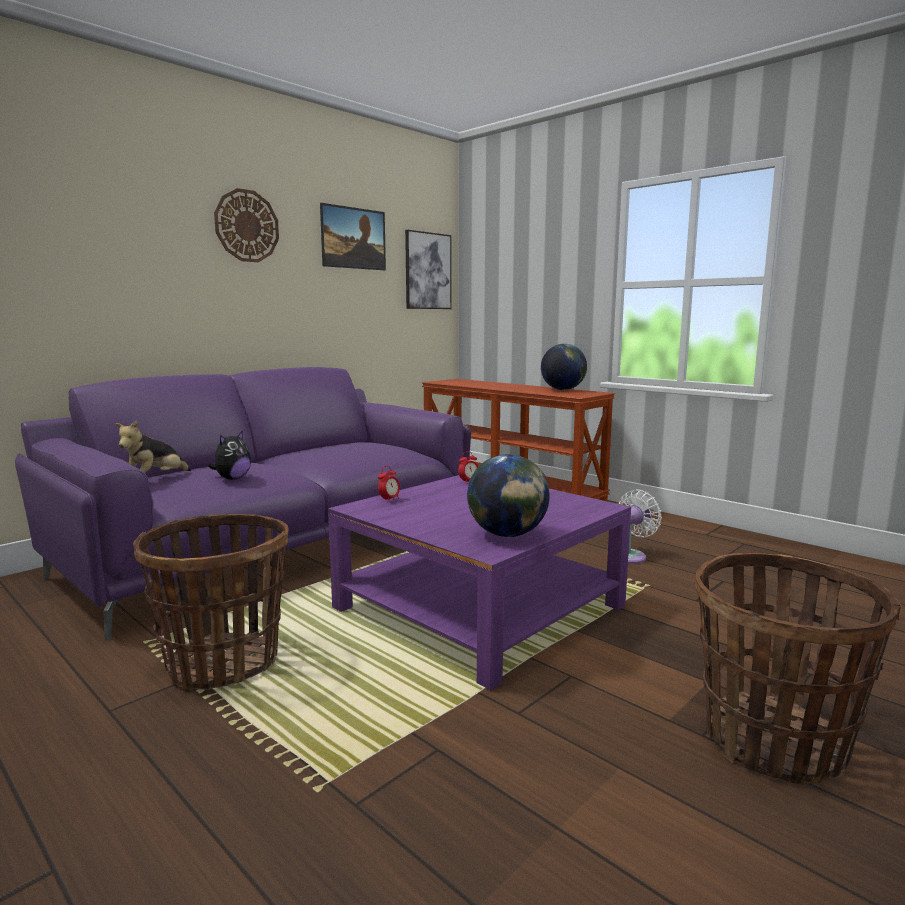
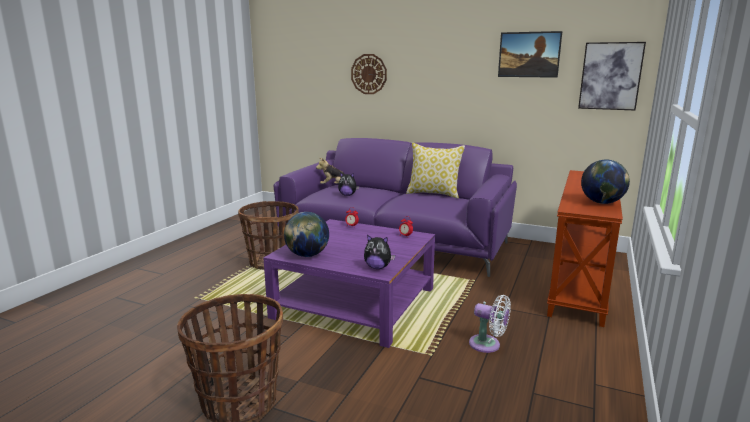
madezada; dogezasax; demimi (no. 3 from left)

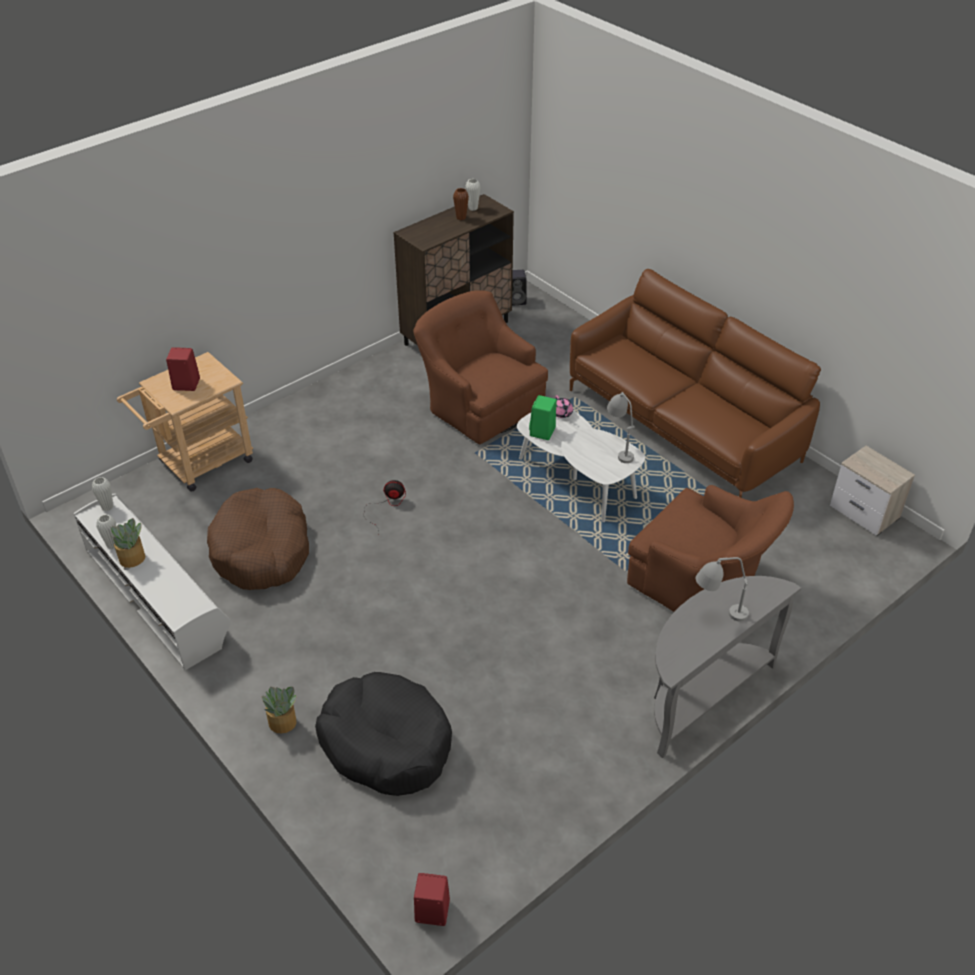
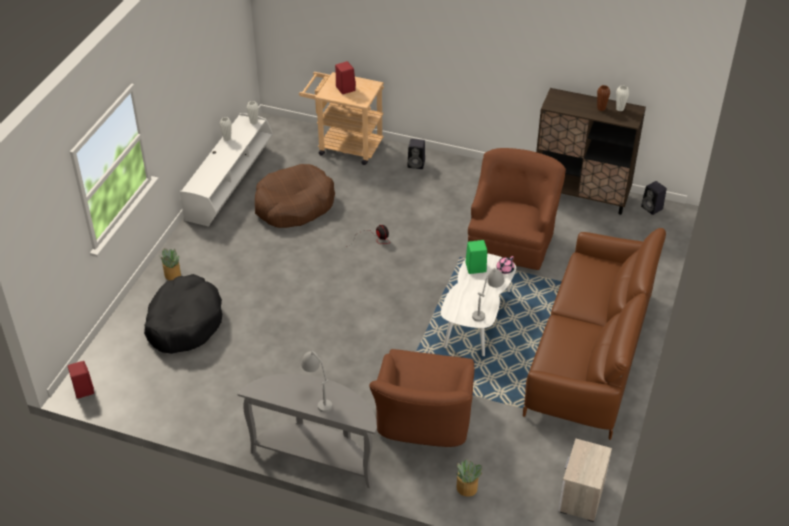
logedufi (no. 2 from left); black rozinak (no. 1 from left)

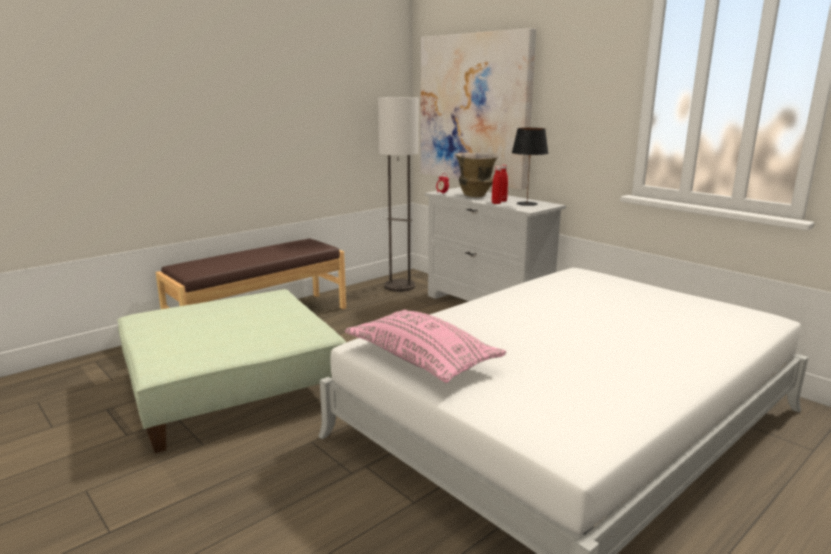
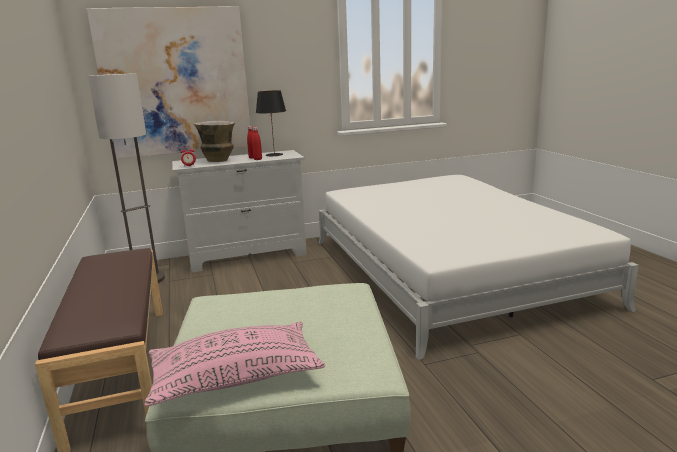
pink dogezasax

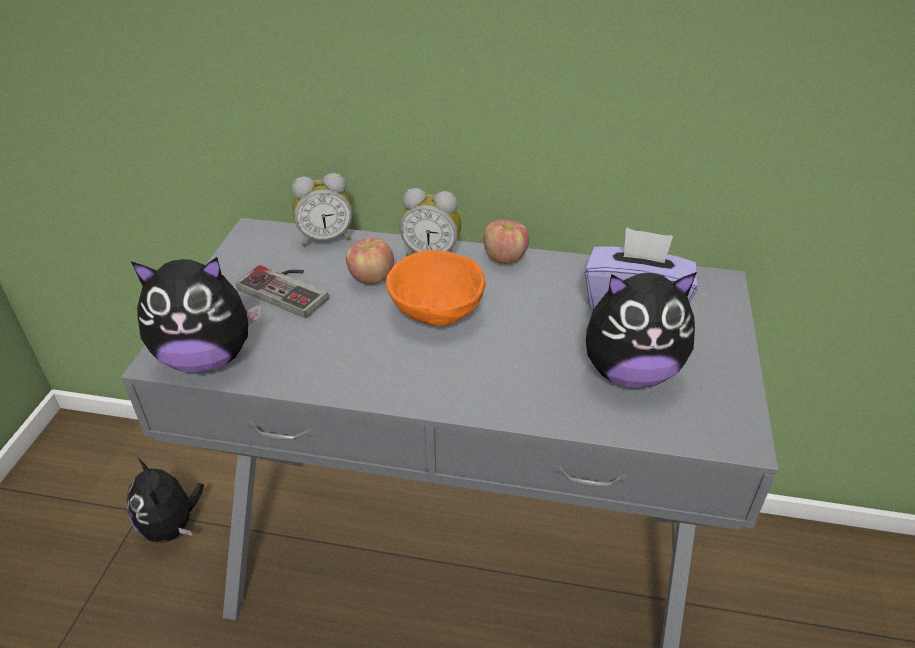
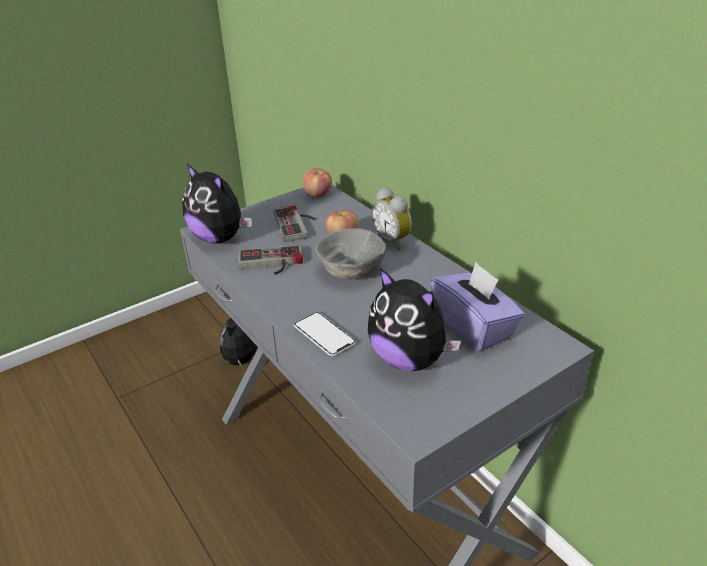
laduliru (no. 1 from left in the first image); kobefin (no. 1 from left); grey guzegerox; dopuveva (no. 1 from left); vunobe

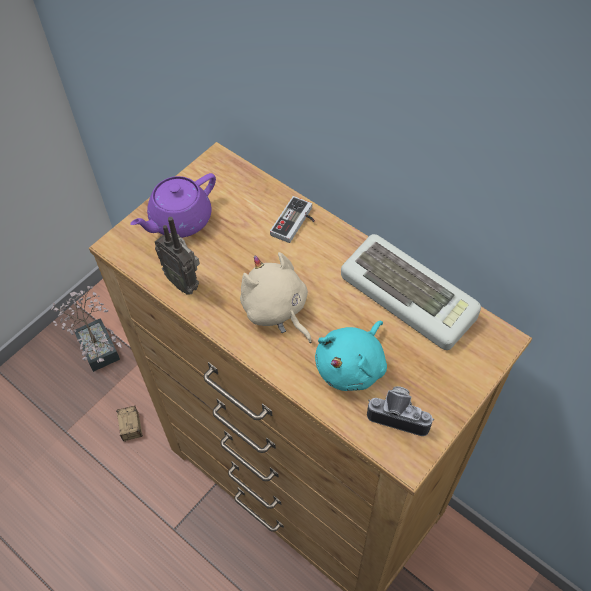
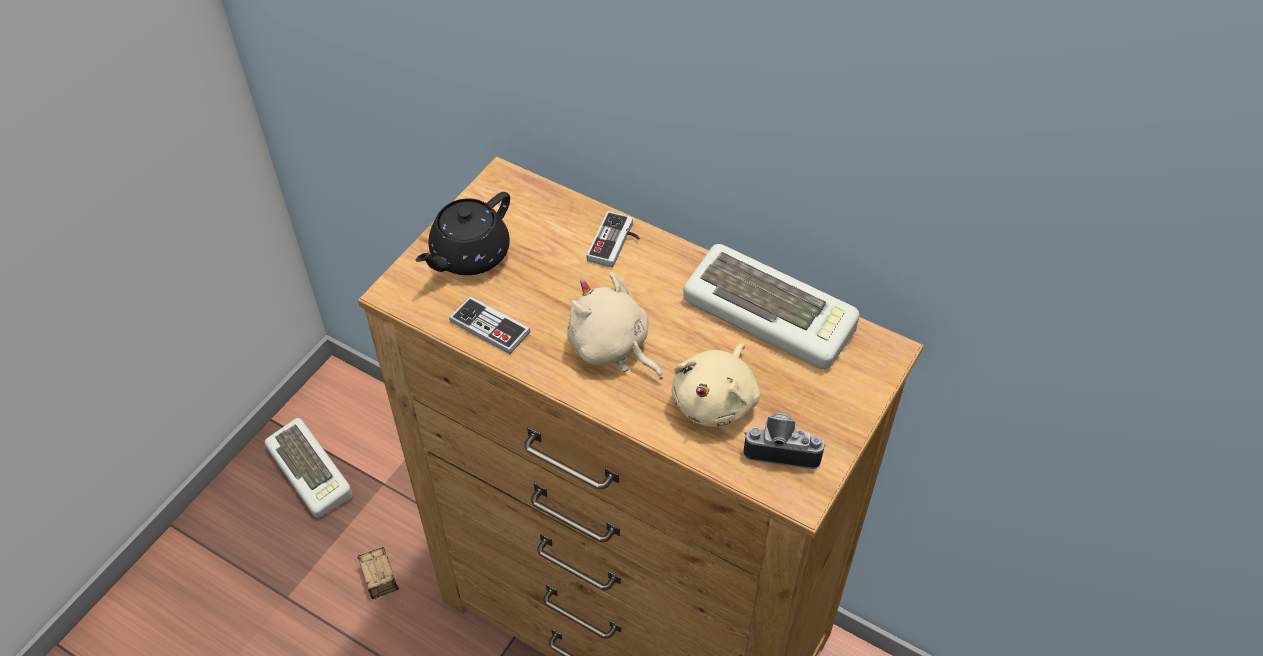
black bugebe; dopuveva (no. 1 from left); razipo (no. 1 from left); beige demimi (no. 2 from left)

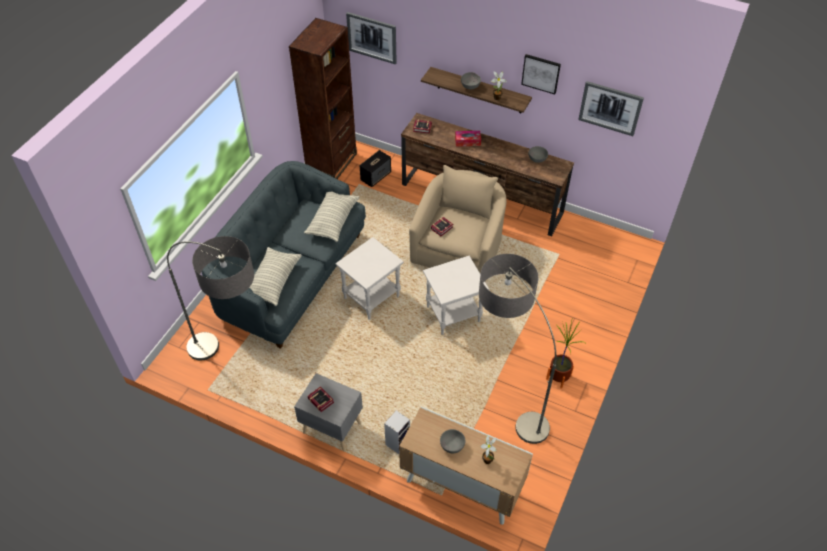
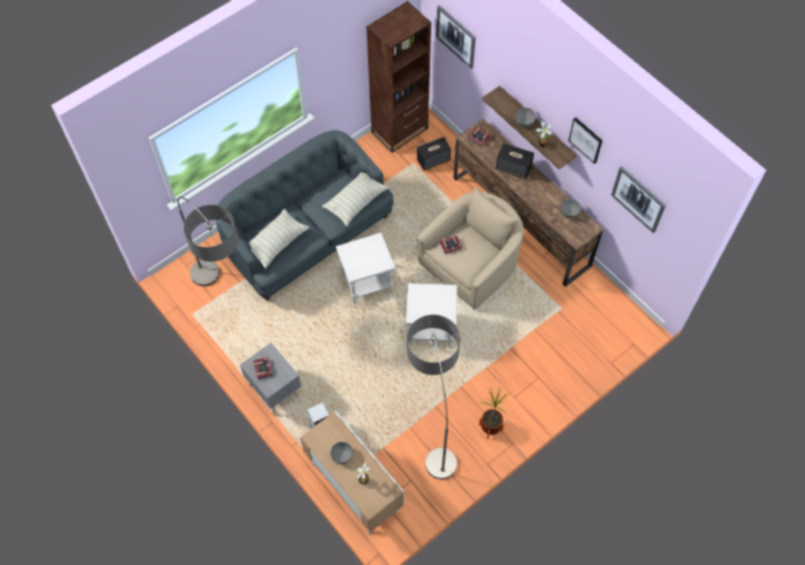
rozinak (no. 3 from left)

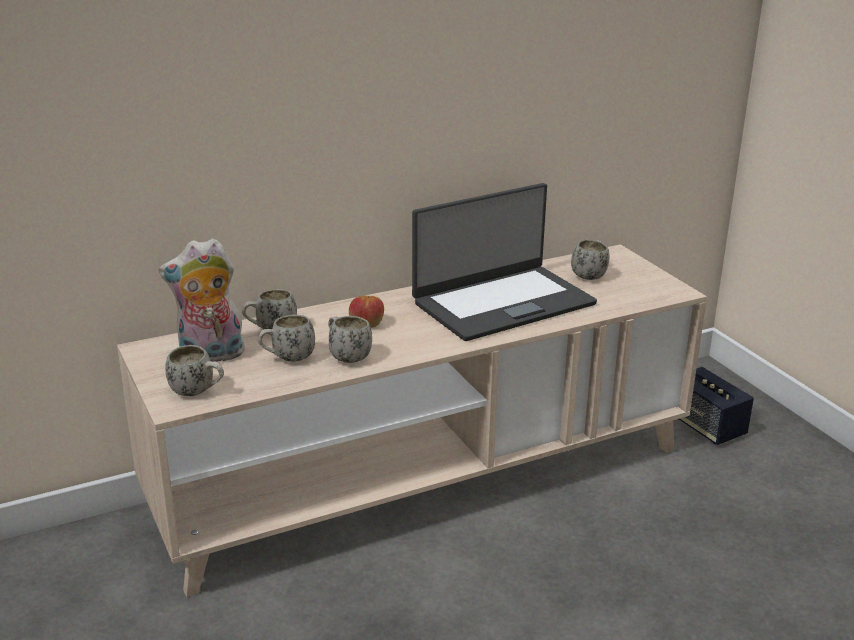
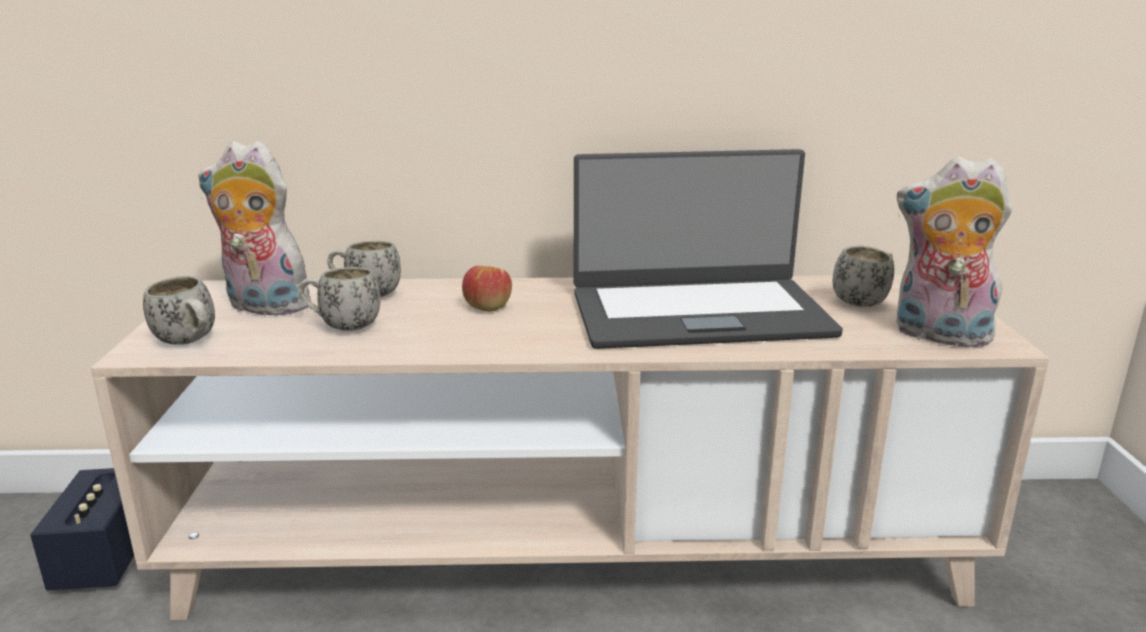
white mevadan (no. 4 from left in the first image); rozinak; demimi (no. 2 from left)

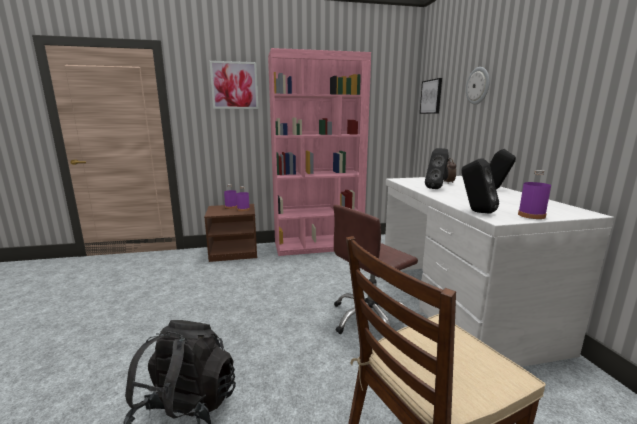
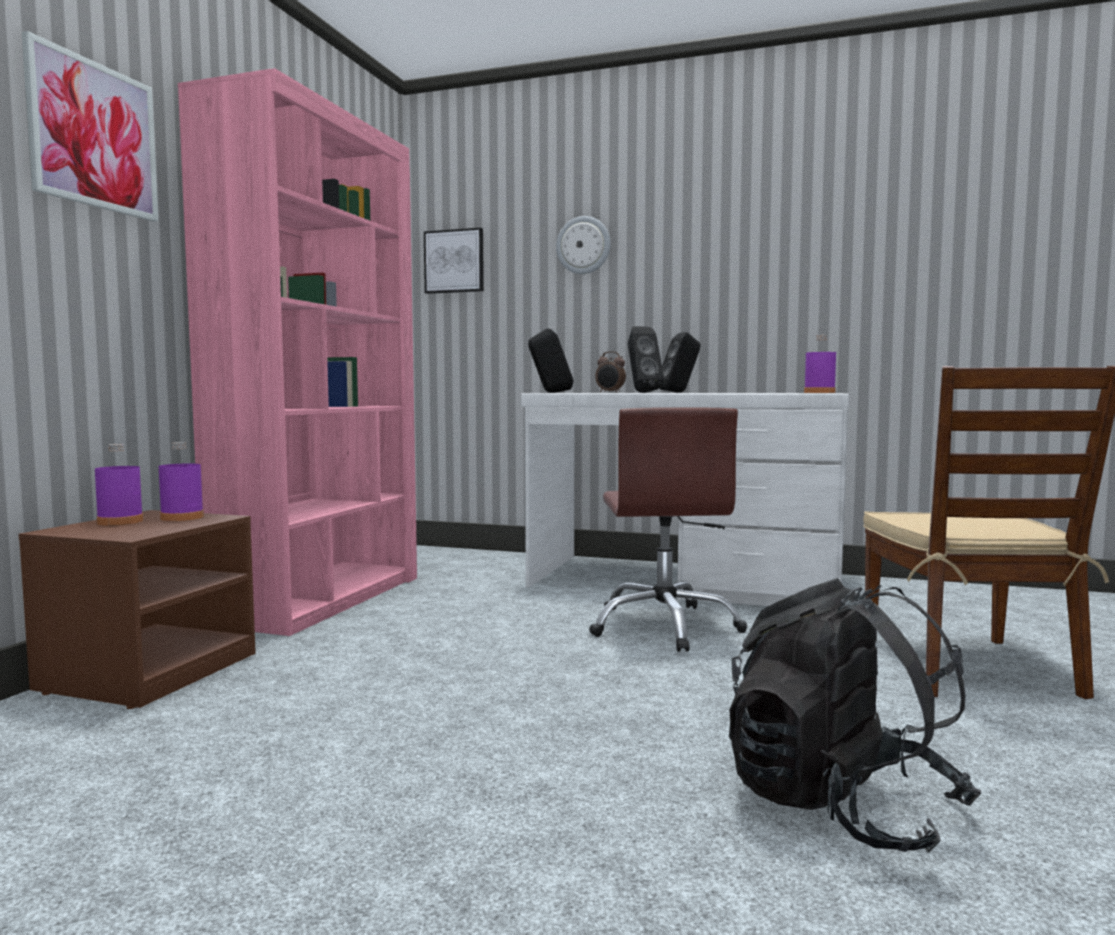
black rozinak (no. 1 from left)

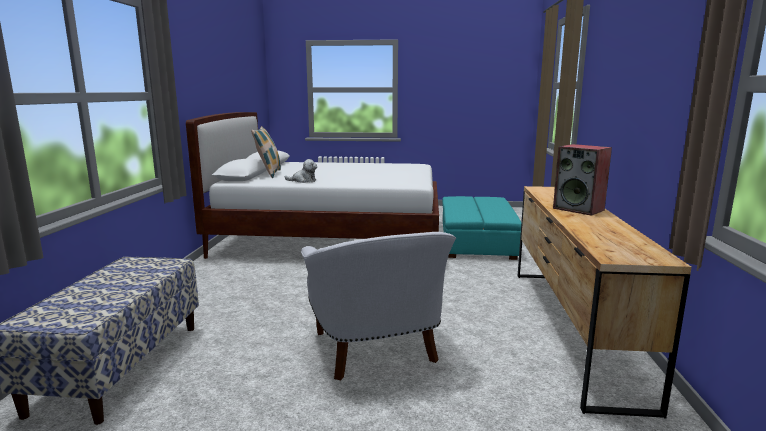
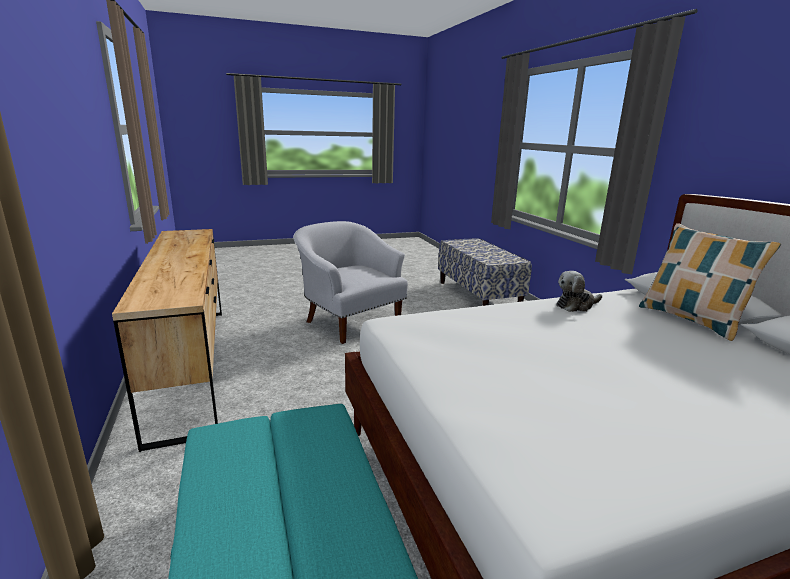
rozinak

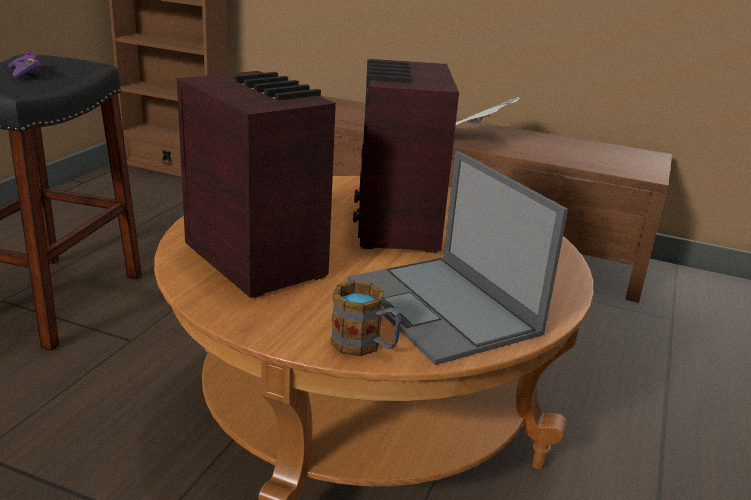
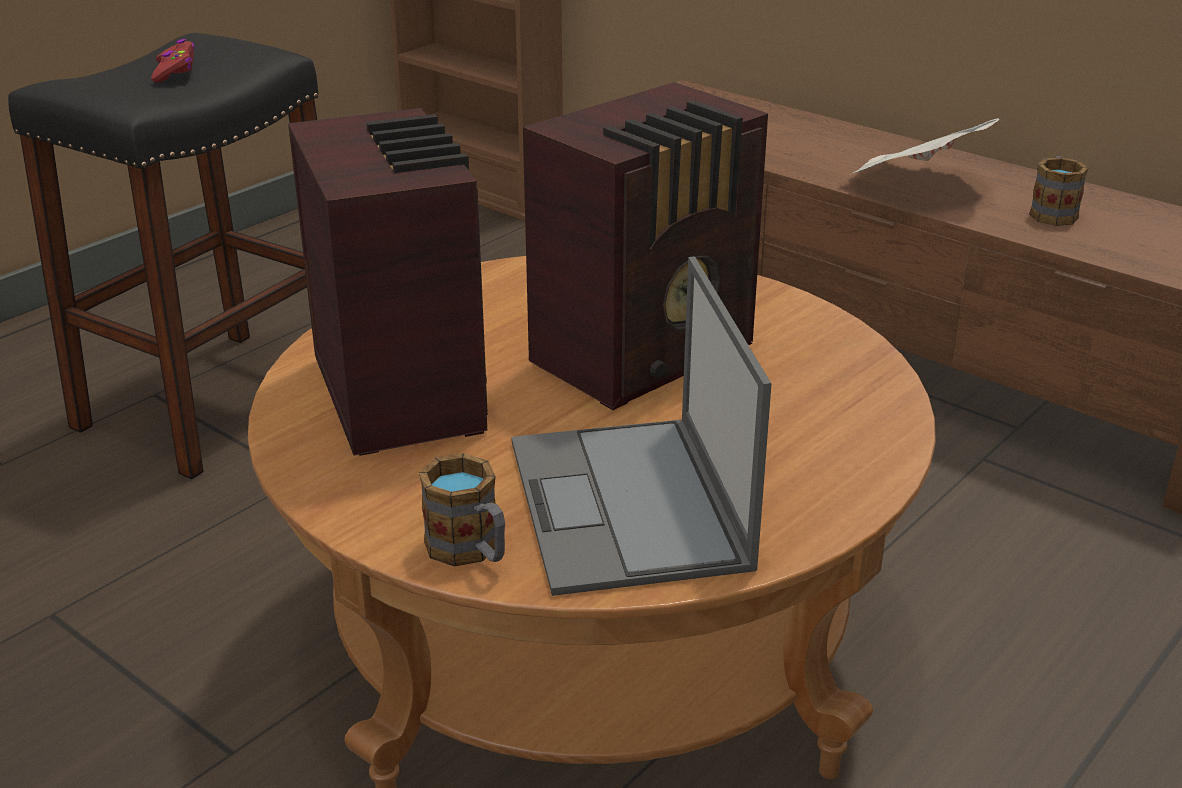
red dopuveva; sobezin (no. 2 from left); mevadan (no. 2 from left)

